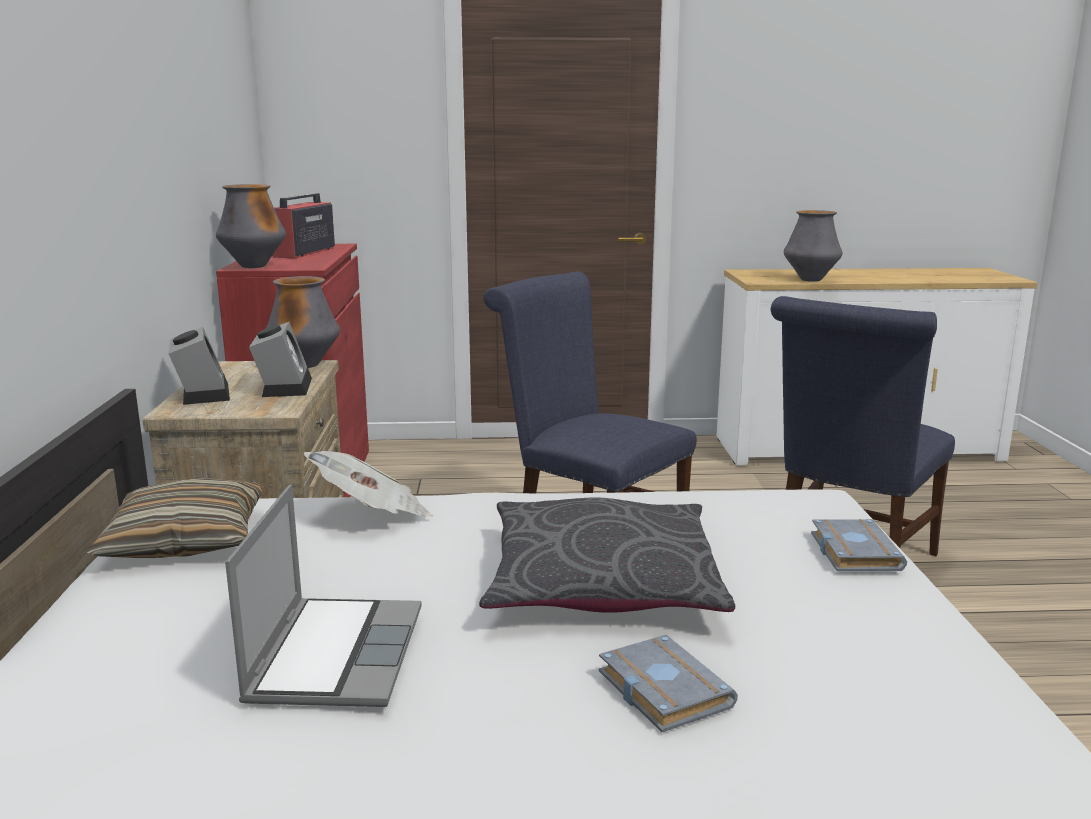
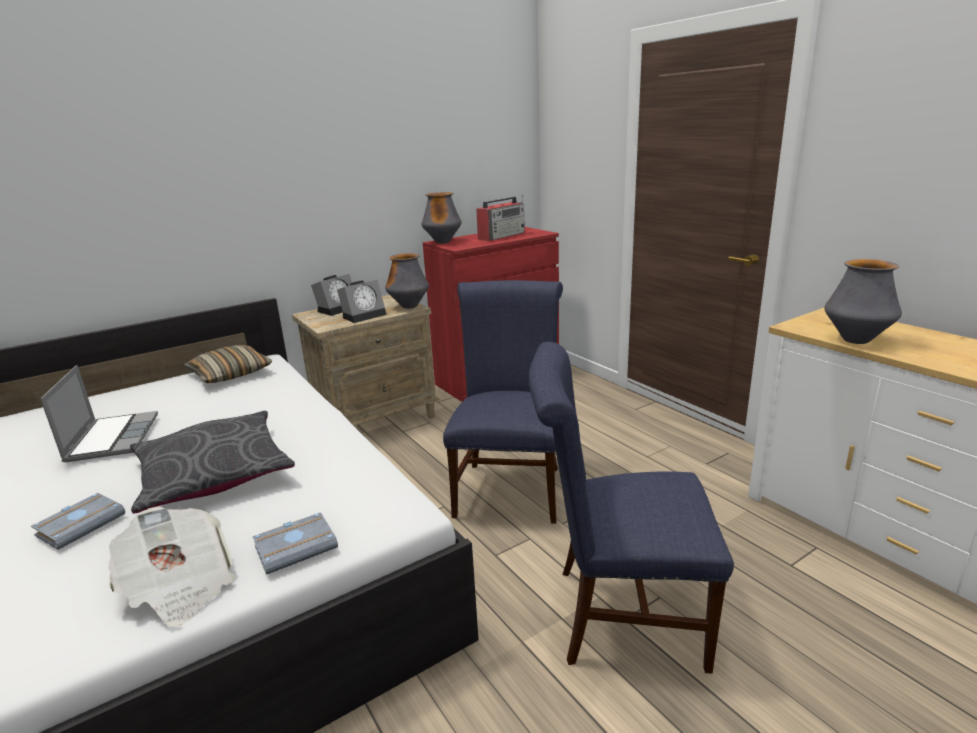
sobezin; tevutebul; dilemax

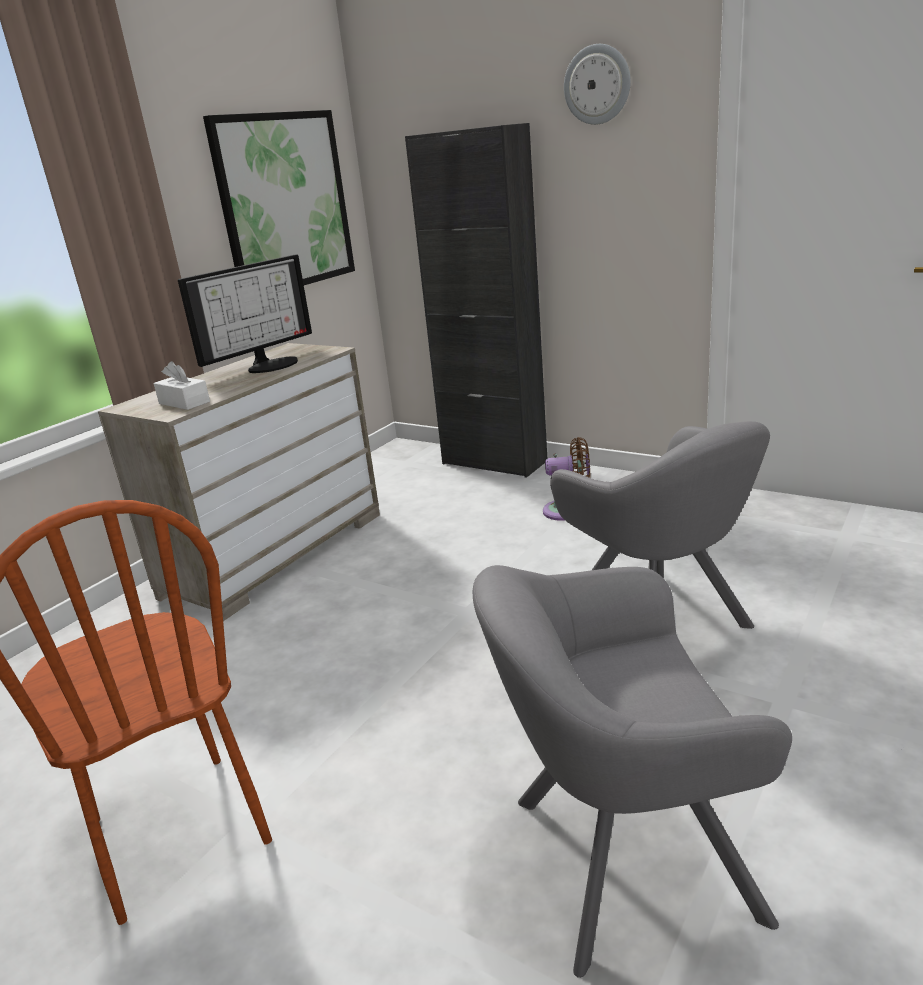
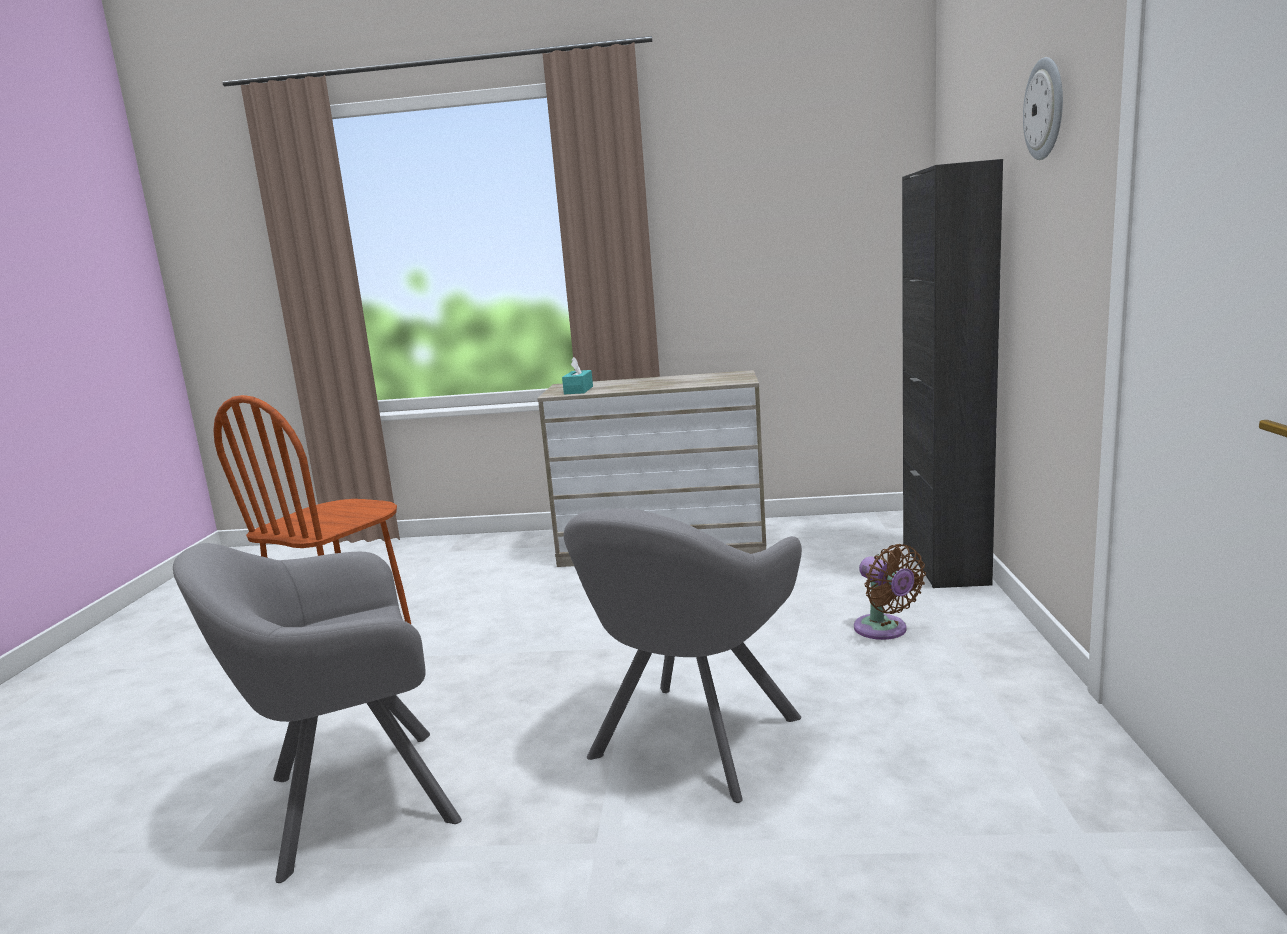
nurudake; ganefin; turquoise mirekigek; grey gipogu (no. 1 from left)

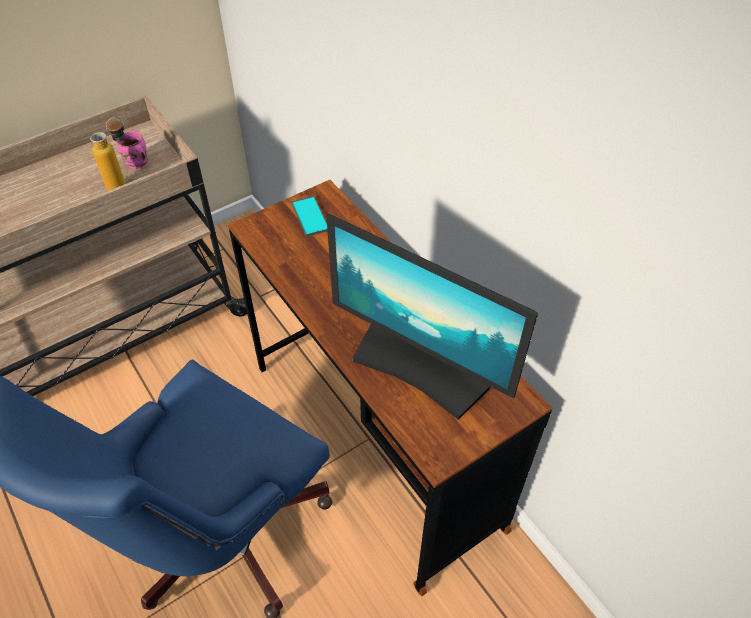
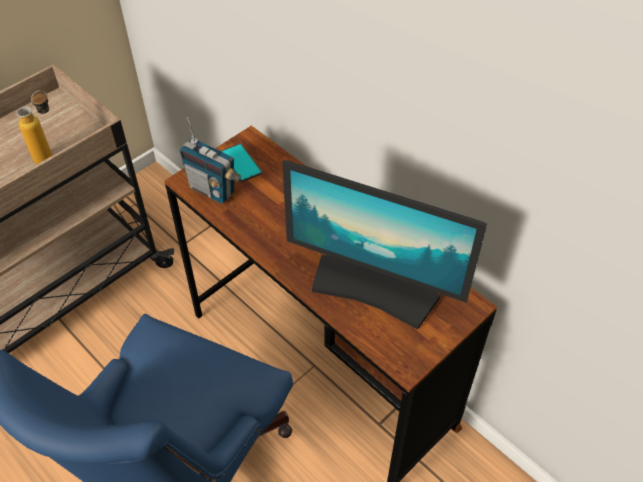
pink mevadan; sobezin

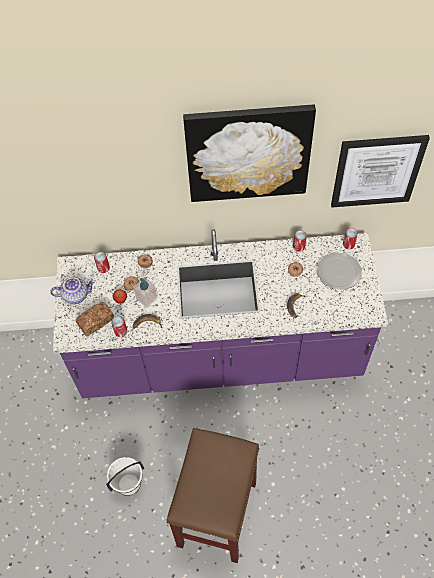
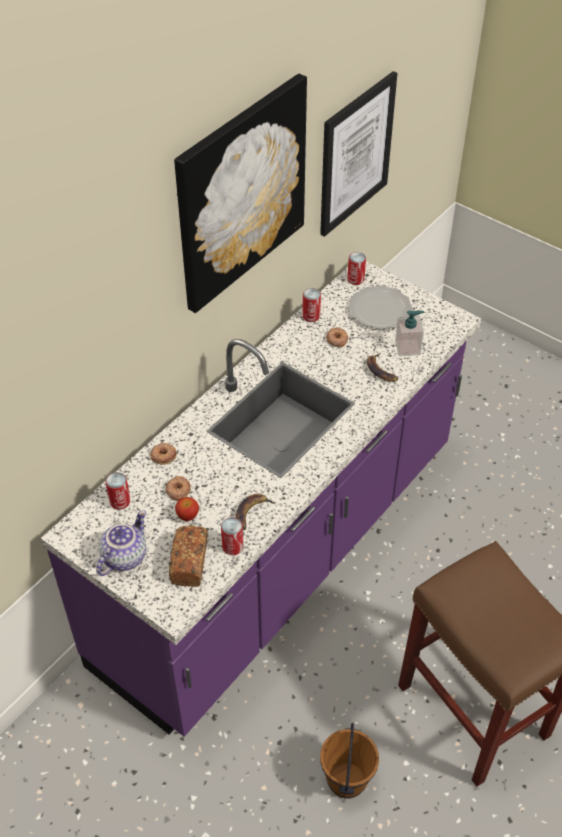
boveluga; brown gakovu

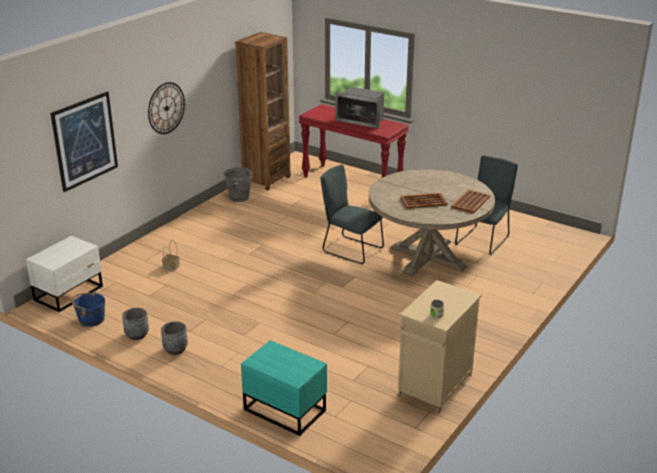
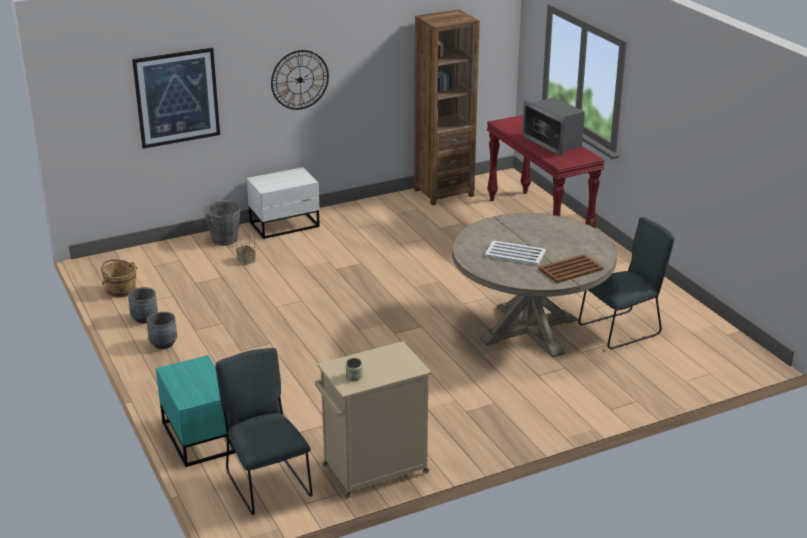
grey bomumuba (no. 1 from left); grey gakovu; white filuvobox; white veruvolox; brown gakovu

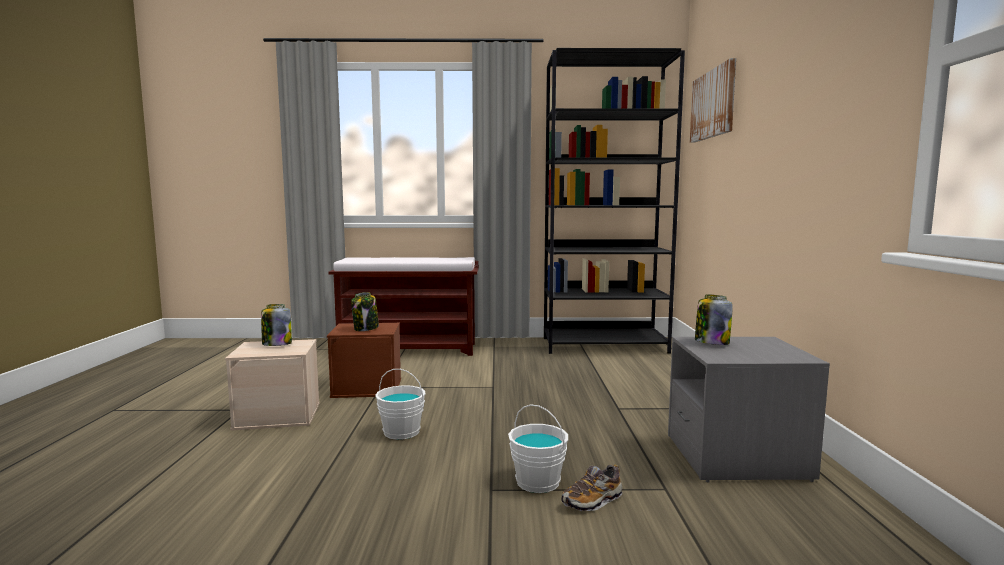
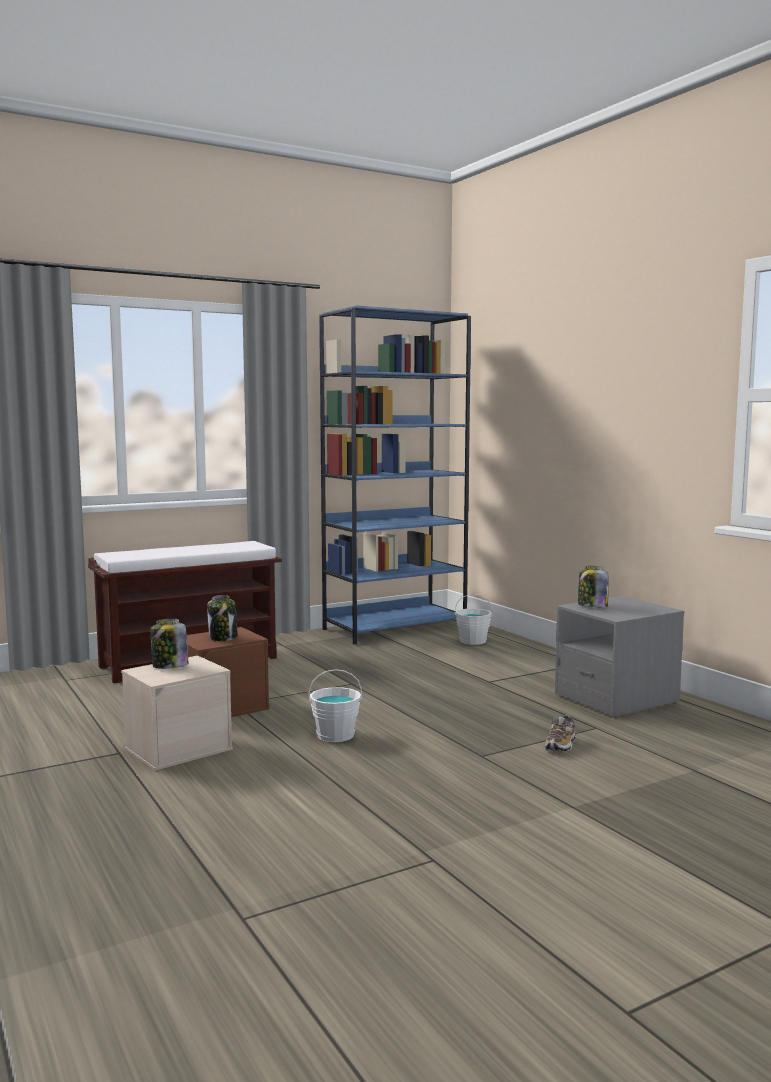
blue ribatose; nurudake; white gakovu (no. 2 from left)

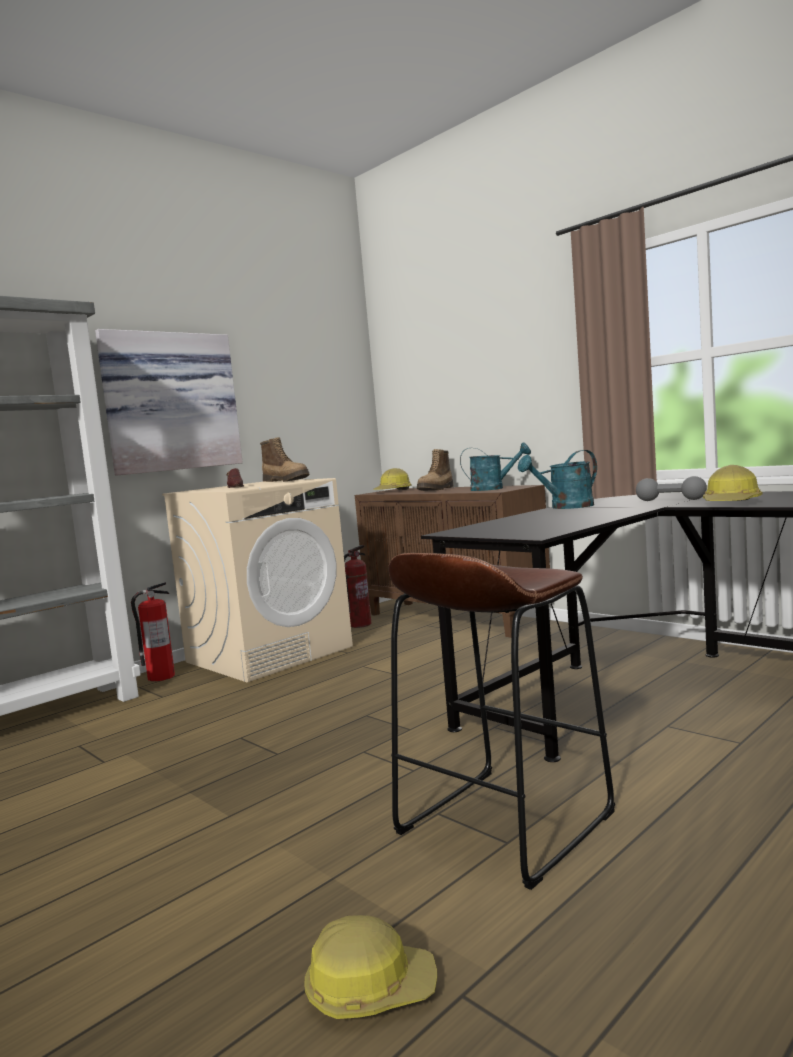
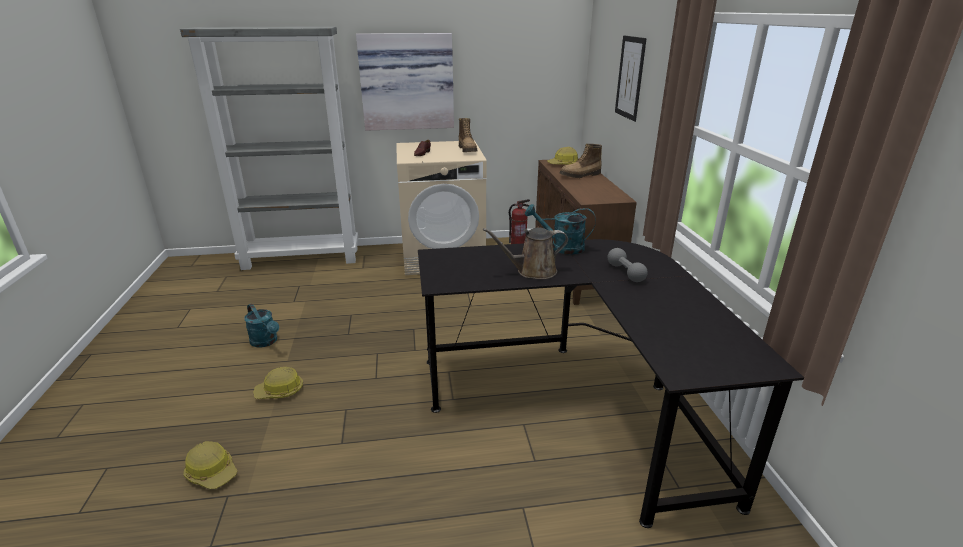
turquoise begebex (no. 1 from left); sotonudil (no. 2 from left); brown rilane; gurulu (no. 1 from left in the first image); nurudake (no. 2 from left); brown begebex

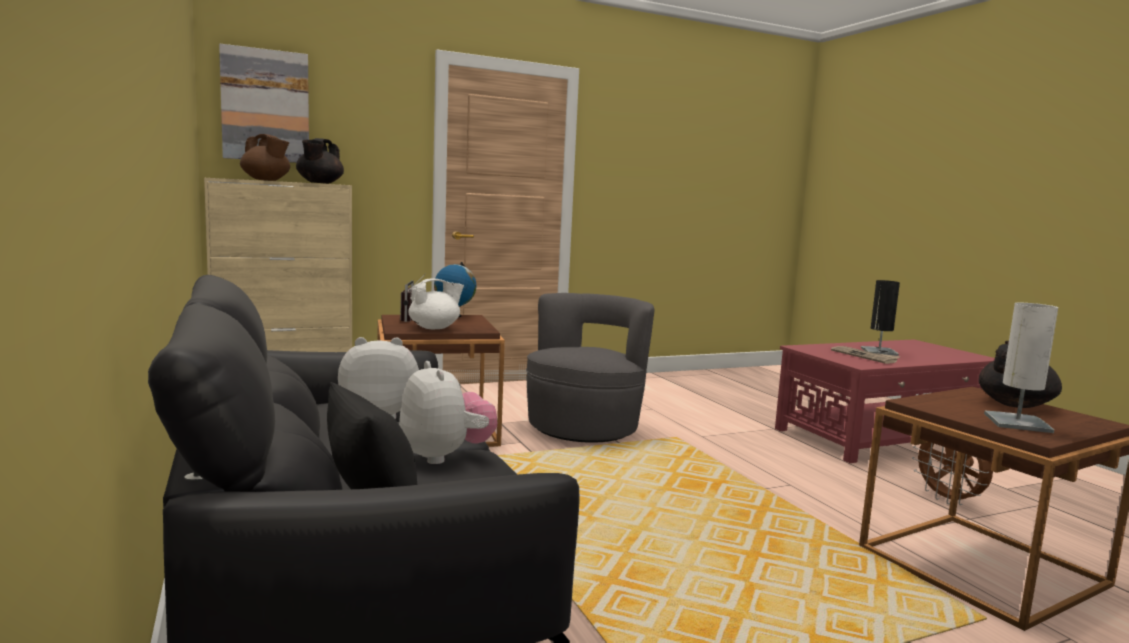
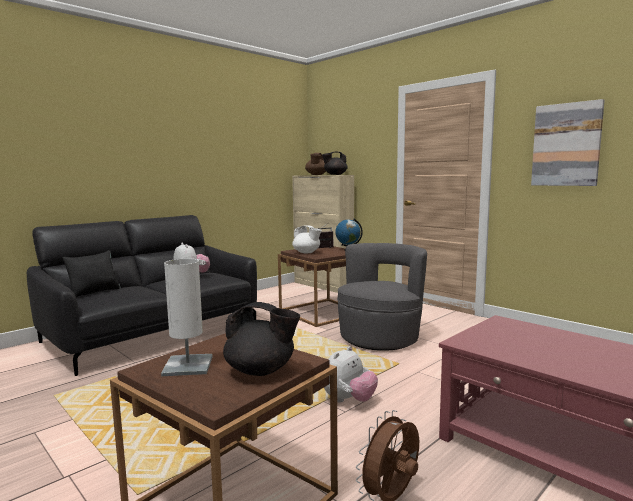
nurudake; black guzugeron; grey gipogu; tevutebul; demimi (no. 2 from left)

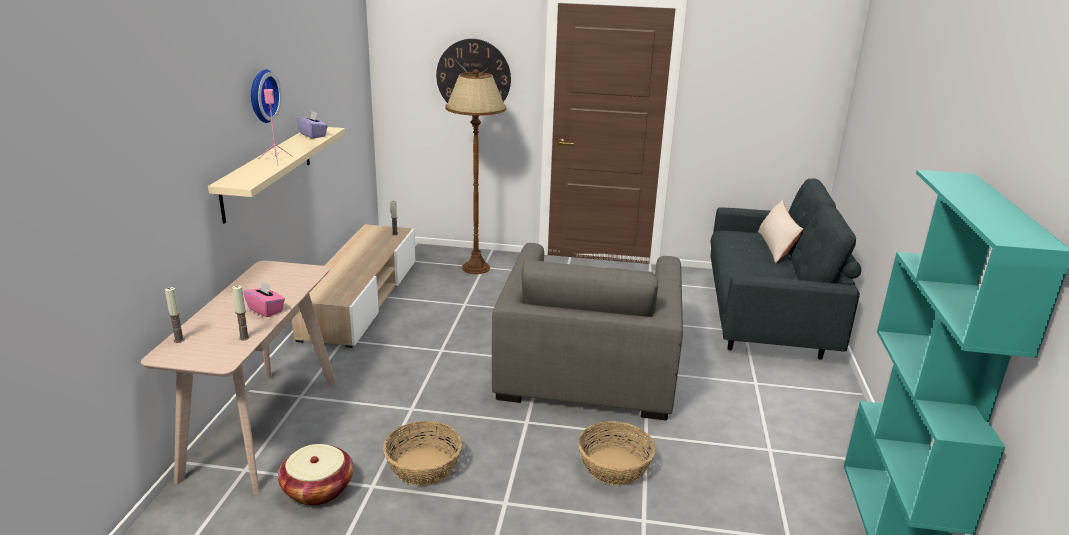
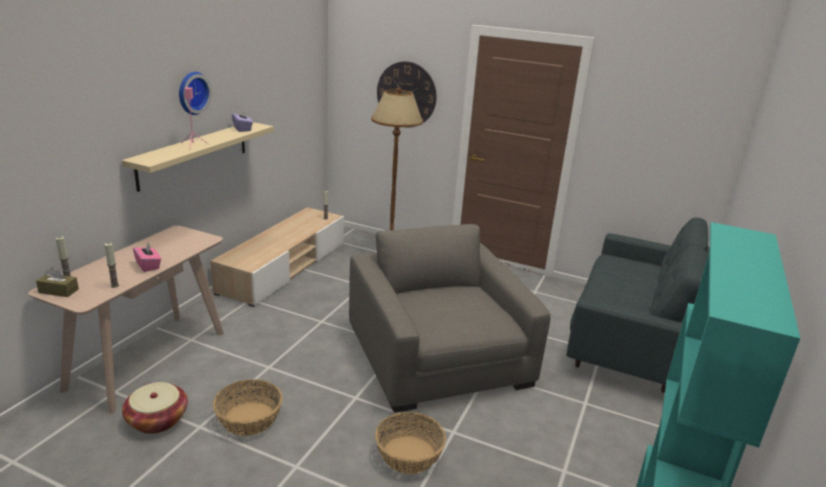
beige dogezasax; grey gipogu; brown mirekigek

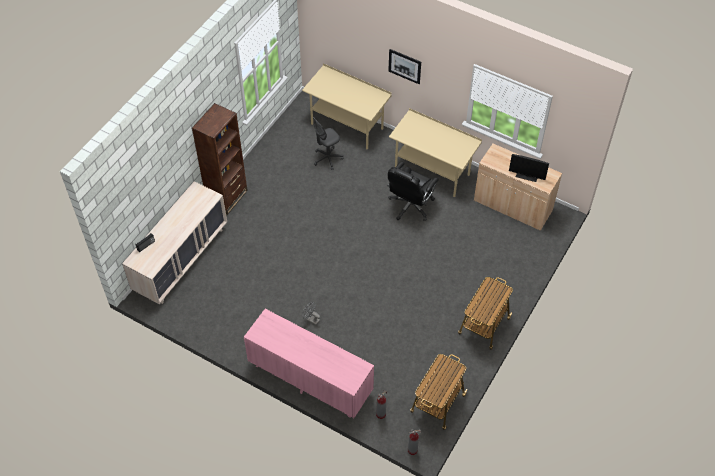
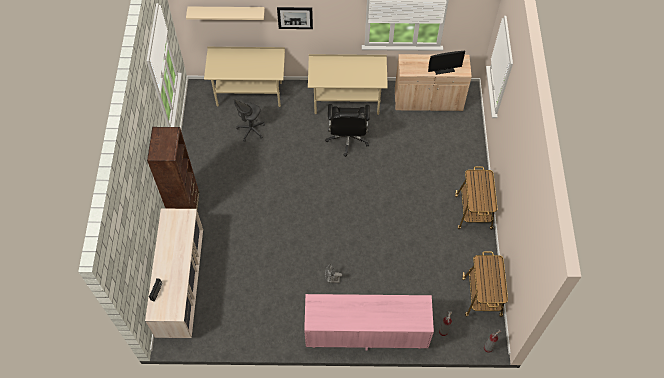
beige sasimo

